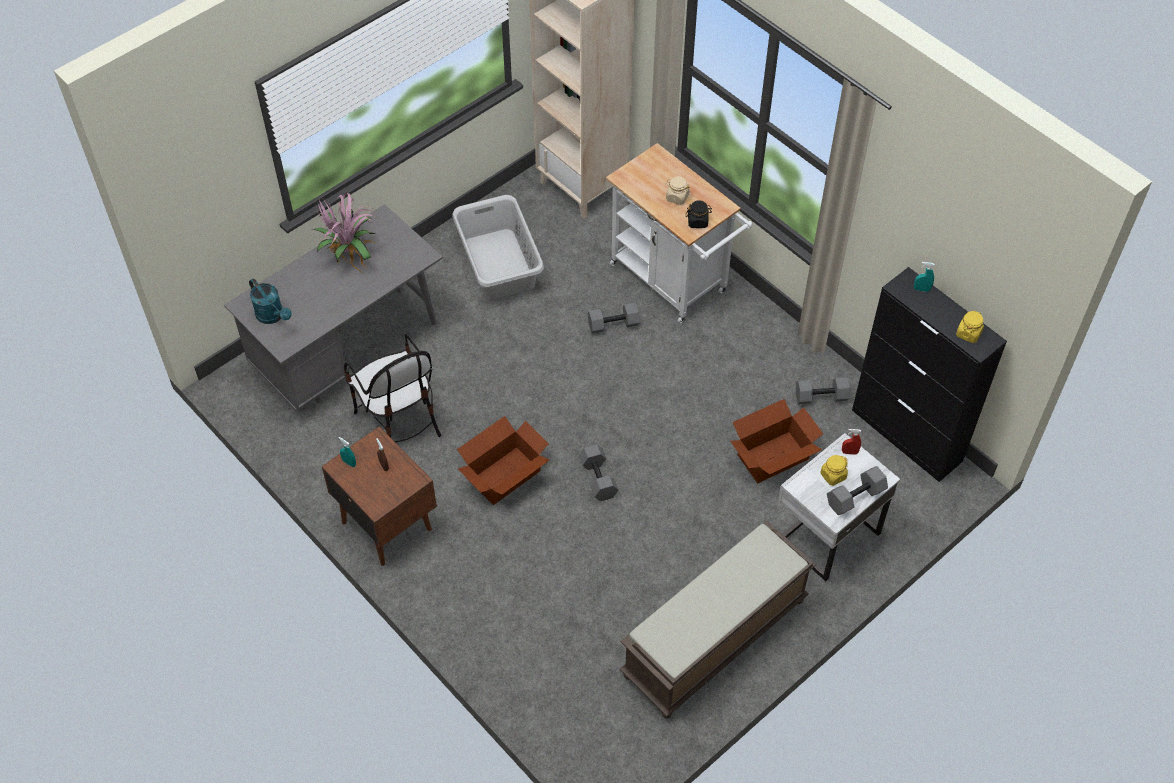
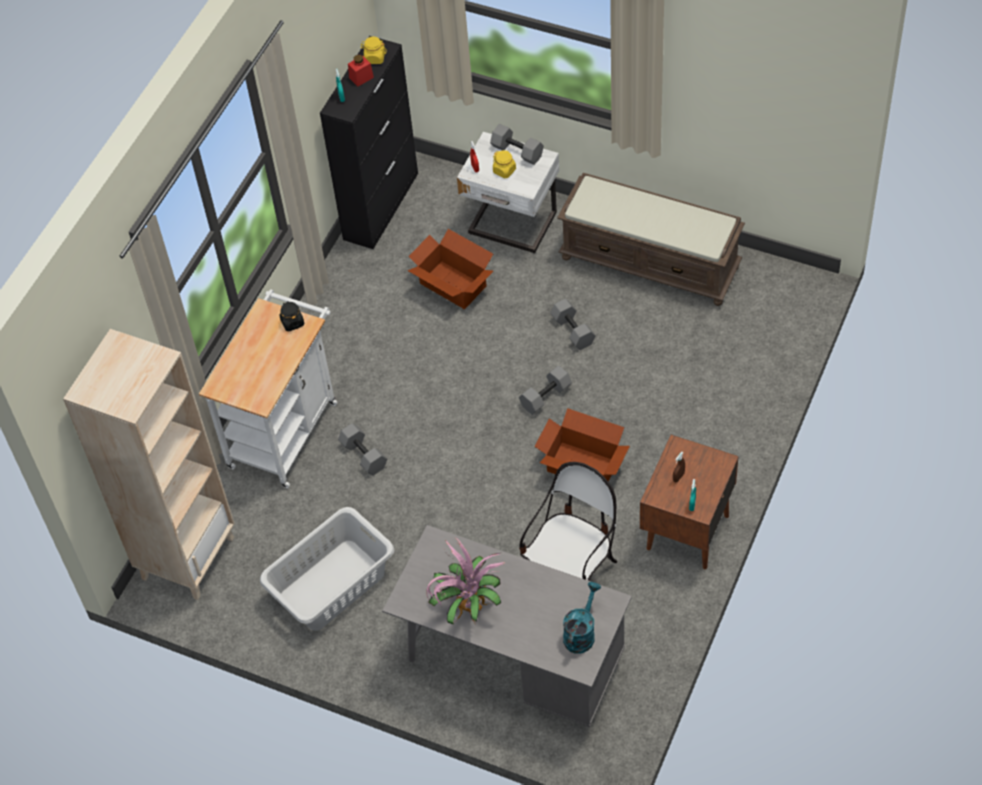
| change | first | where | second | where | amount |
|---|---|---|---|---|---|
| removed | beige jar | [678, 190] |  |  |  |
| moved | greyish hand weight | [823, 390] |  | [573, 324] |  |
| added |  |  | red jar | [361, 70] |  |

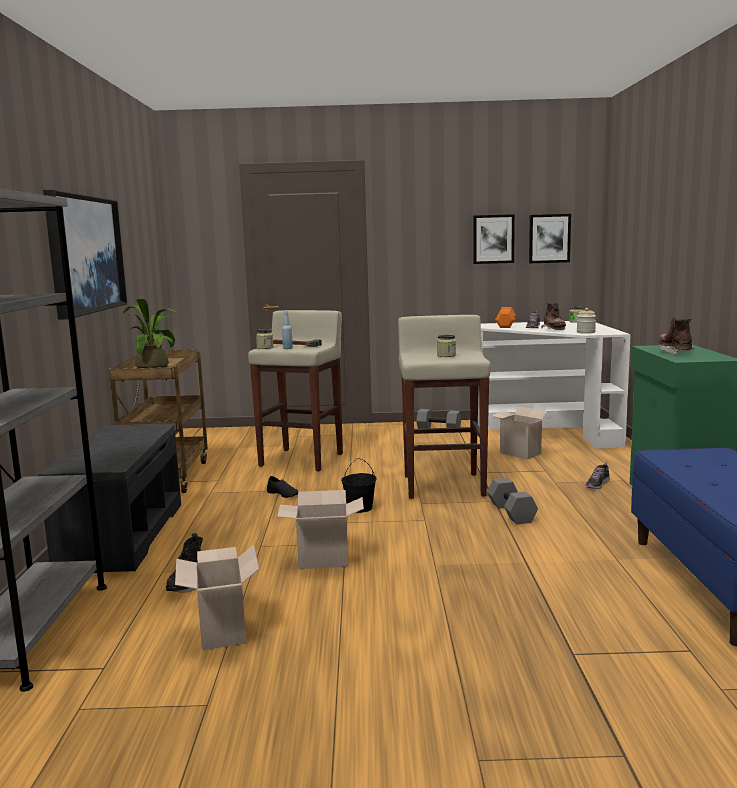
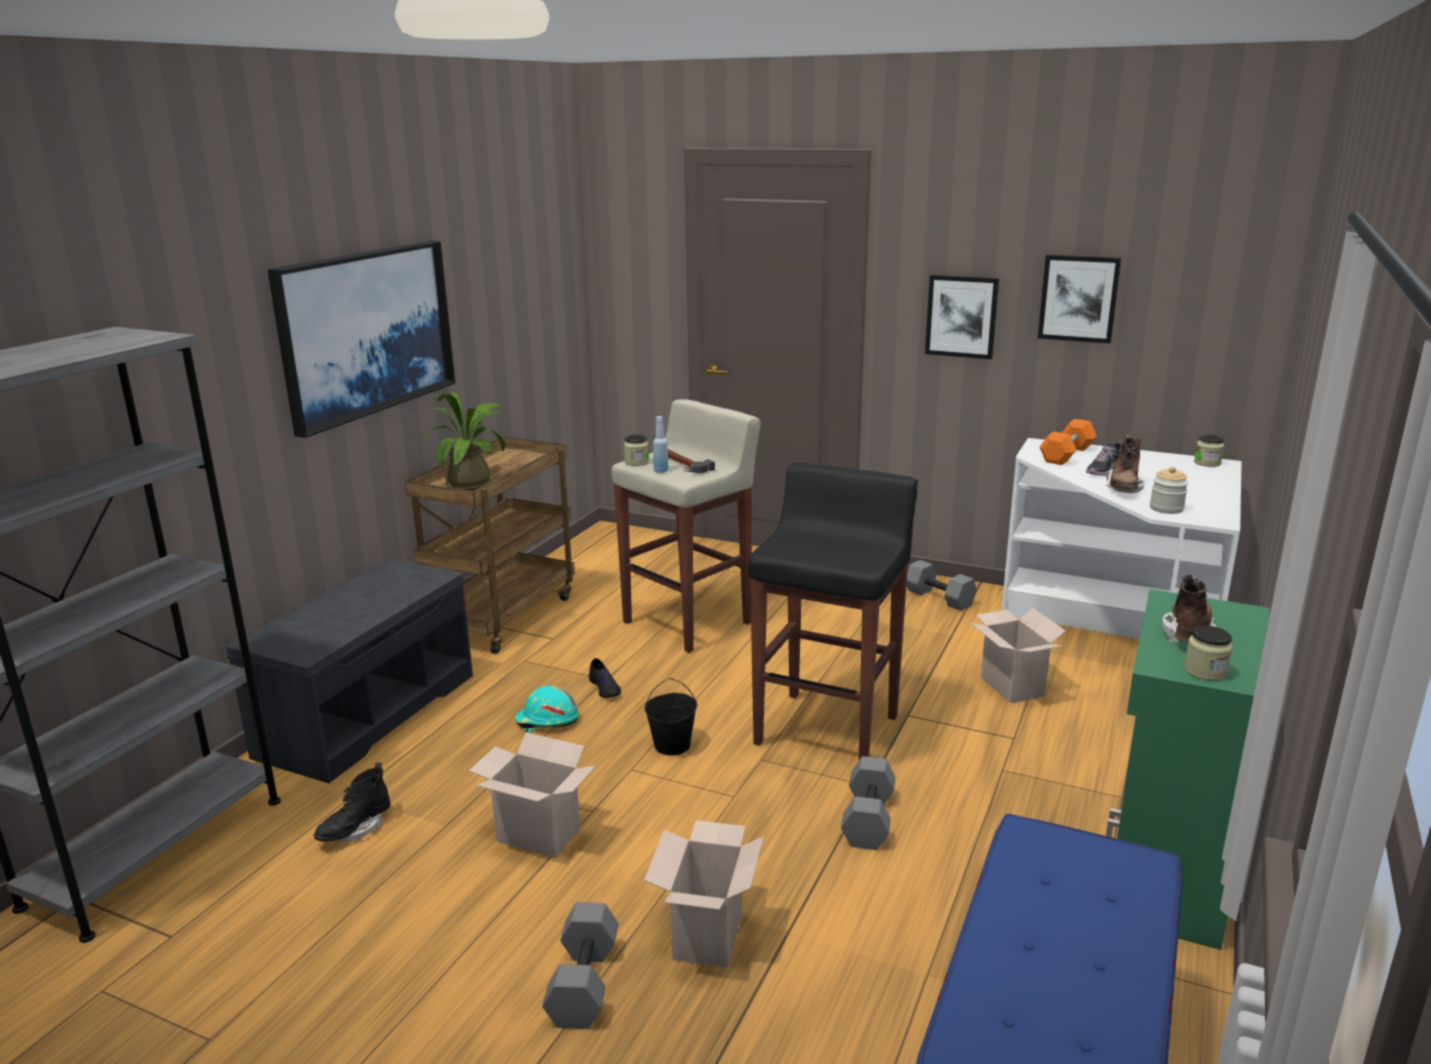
| change | first | where | second | where | amount |
|---|---|---|---|---|---|
| moved | packing box | [217, 597] |  | [704, 894] |  |
| recoloured | beige stool | [444, 407] | black stool | [833, 611] |  |
| moved | jar | [446, 346] |  | [1208, 653] |  |
| moved | wall art | [550, 238] |  | [962, 317] |  |
| removed | low shoe | [597, 475] |  |  |  |
| added |  |  | turquoise safety helmet | [547, 709] |  |
| added |  |  | greyish hand weight | [580, 965] |  |

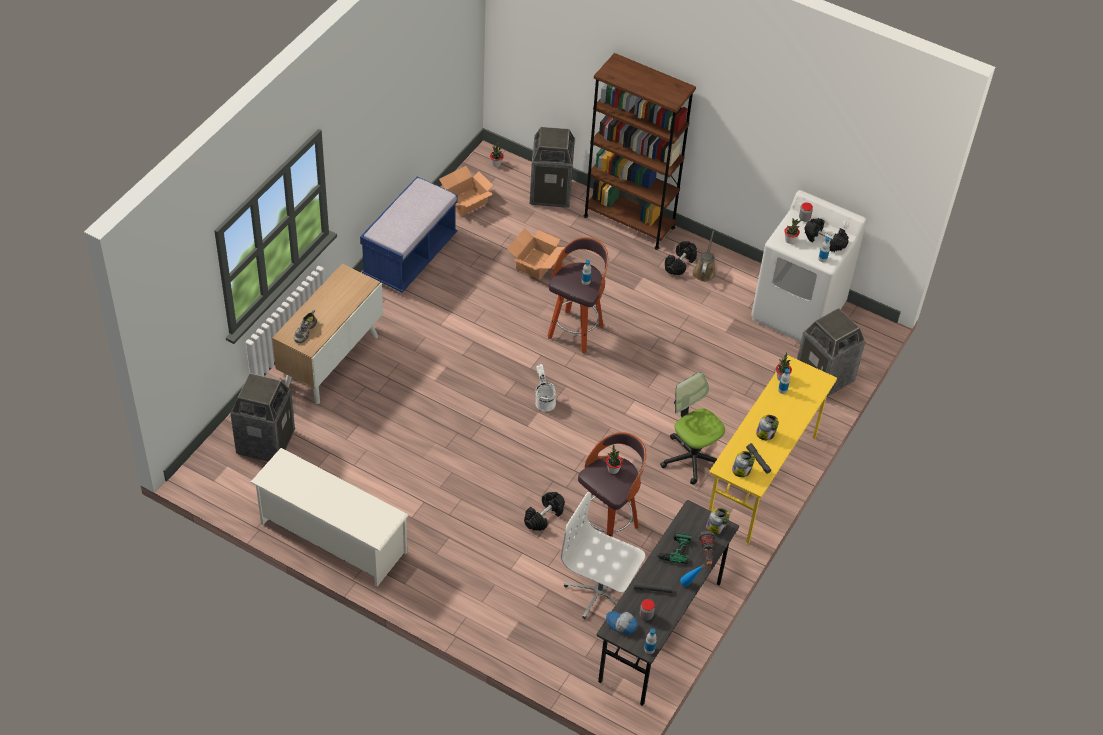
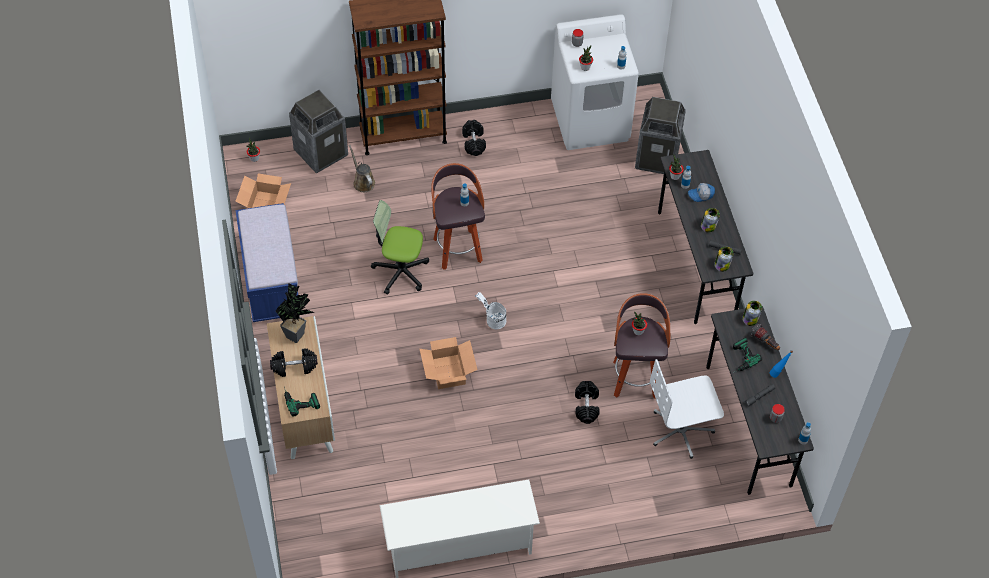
| change | first | where | second | where | amount |
|---|---|---|---|---|---|
| removed | waste bin | [262, 417] |  |  |  |
| replaced | low shoe | [305, 326] | drill | [302, 402] |  |
| moved | packing box | [535, 254] |  | [449, 363] |  |
| moved | peaked cap | [622, 623] |  | [701, 192] |  |
| moved | desk chair | [692, 428] |  | [400, 247] |  |
| moved | brown-coloured watering can | [704, 256] |  | [362, 168] |  |
| recoloured | yellowish desk table | [773, 449] | greyish desk table | [705, 237] |  |
| moved | black hand weight | [826, 235] |  | [294, 362] |  |
| added |  |  | houseplant | [295, 313] |  |

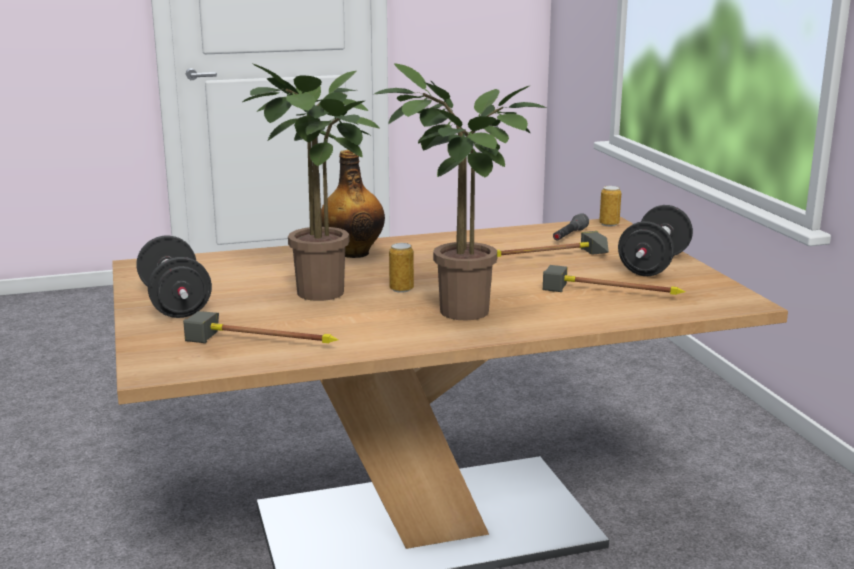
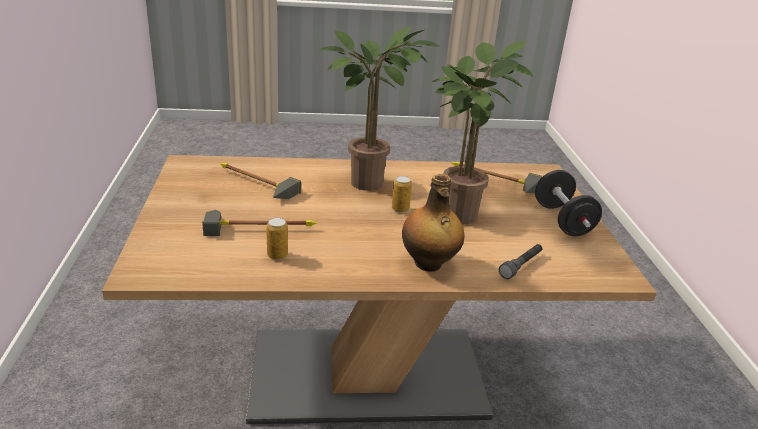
| change | first | where | second | where | amount |
|---|---|---|---|---|---|
| moved | greyish torch | [571, 226] |  | [520, 261] |  |
| moved | can | [610, 206] |  | [277, 239] |  |
| removed | black hand weight | [655, 240] |  |  |  |

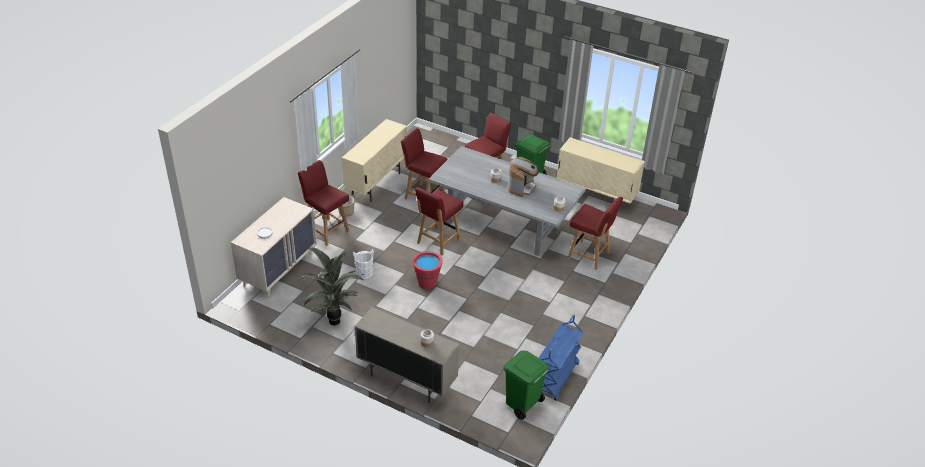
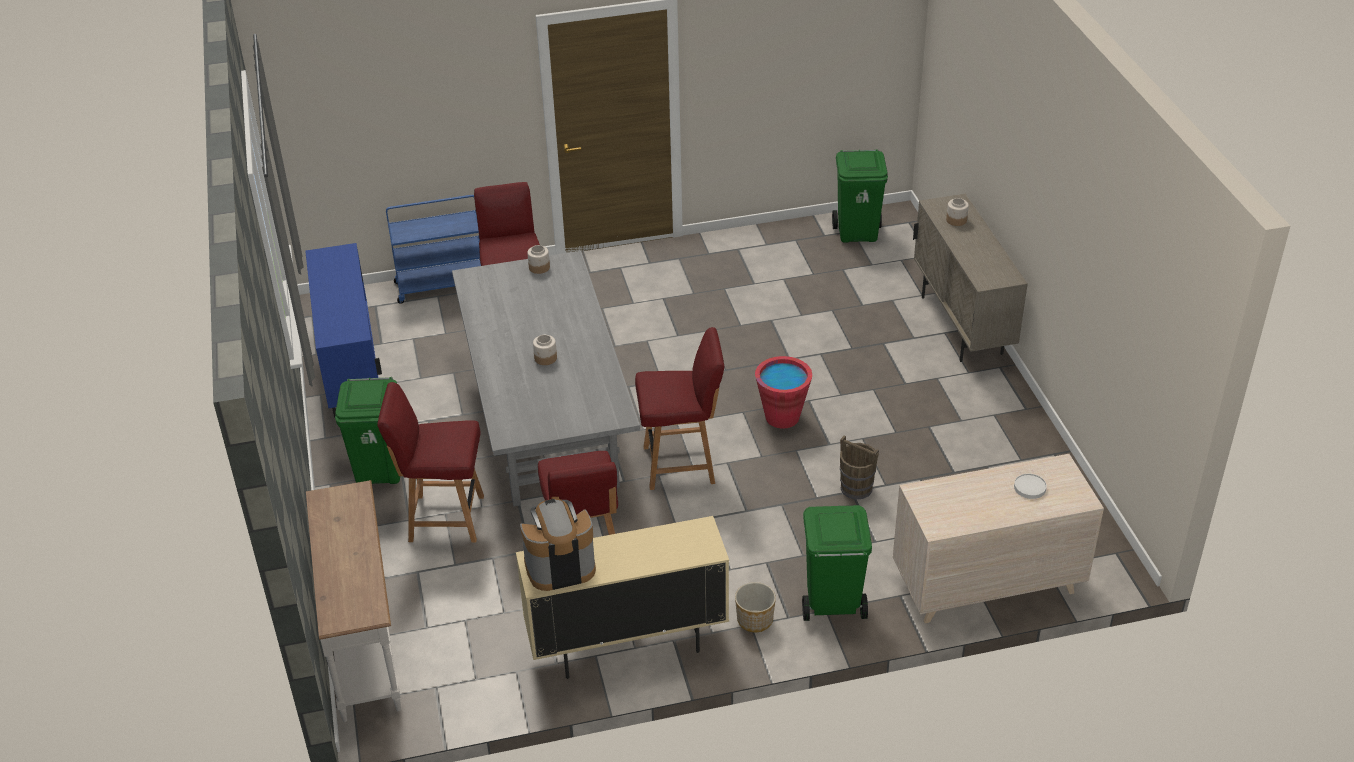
| change | first | where | second | where | amount |
|---|---|---|---|---|---|
| replaced | red upright chair | [324, 203] | greenish waste bin | [837, 563] |  |
| removed | houseplant | [331, 286] |  |  |  |
| recoloured | white pail | [363, 264] | brown-coloured pail | [859, 467] |  |
| moved | coffee machine | [524, 177] |  | [558, 545] |  |
| moved | bluish trolley | [561, 358] |  | [433, 249] |  |
| recoloured | beige cabinet | [601, 170] | bluish cabinet | [343, 330] |  |
| added |  |  | white console table | [353, 601] |  |

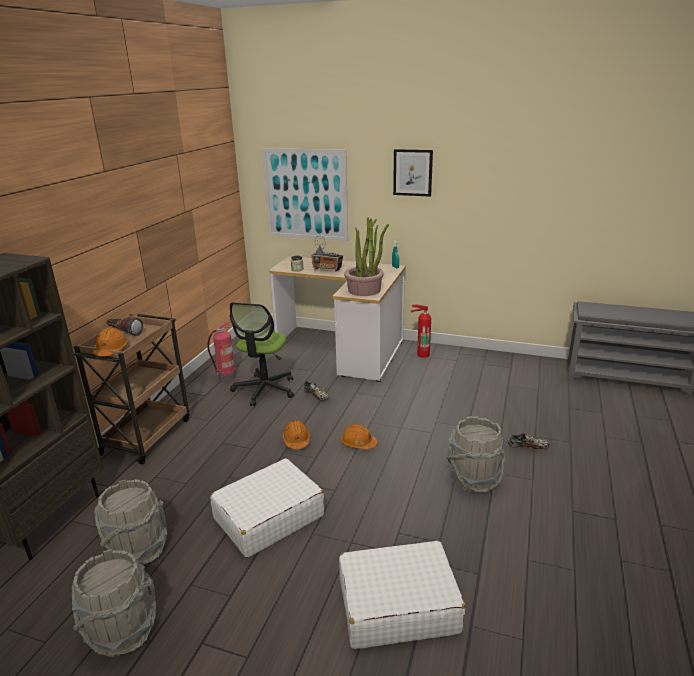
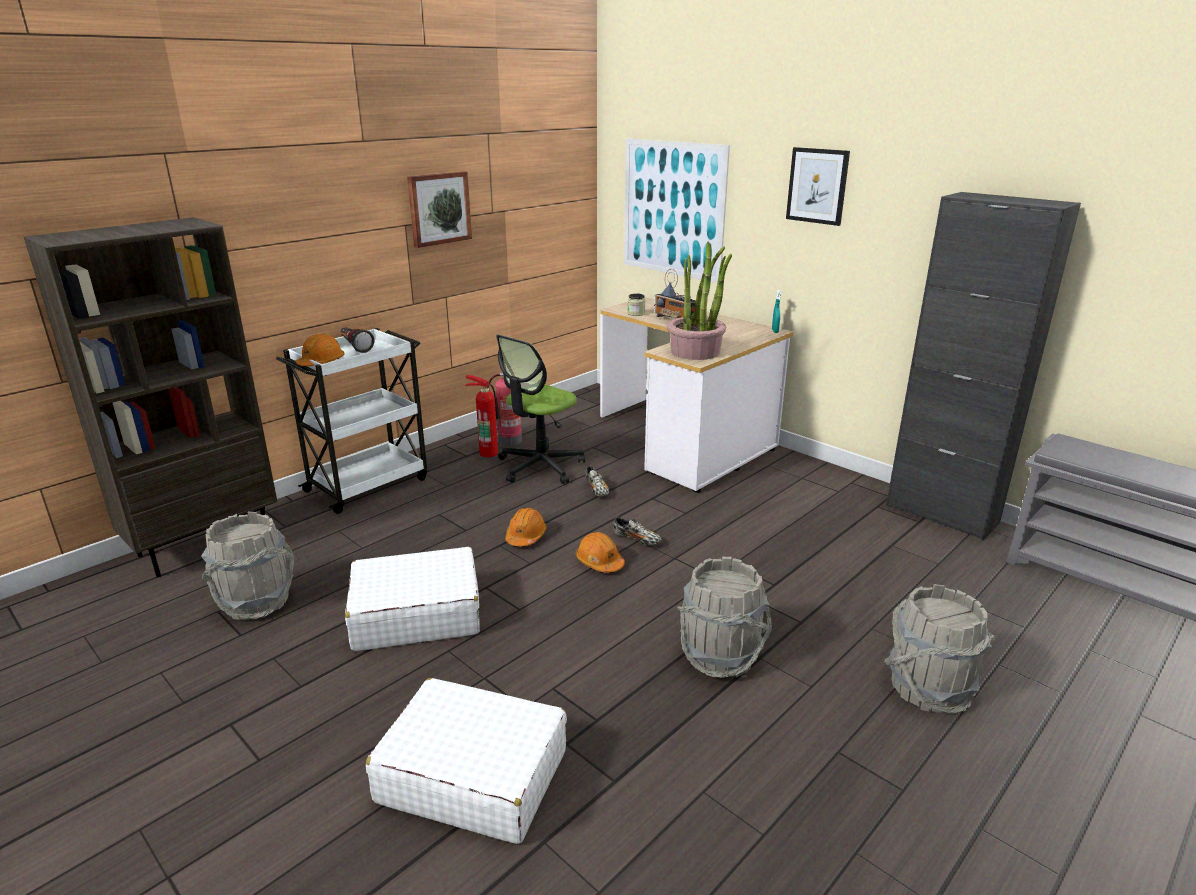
| change | first | where | second | where | amount |
|---|---|---|---|---|---|
| moved | greyish pail | [114, 603] |  | [939, 648] |  |
| recoloured | brown-coloured trolley | [132, 389] | white trolley | [351, 421] |  |
| moved | fire extinguisher | [421, 331] |  | [482, 416] |  |
| moved | low shoe | [529, 441] |  | [637, 530] |  |
| added |  |  | wall art | [439, 209] |  |
| added |  |  | black cabinet | [983, 366] |  |

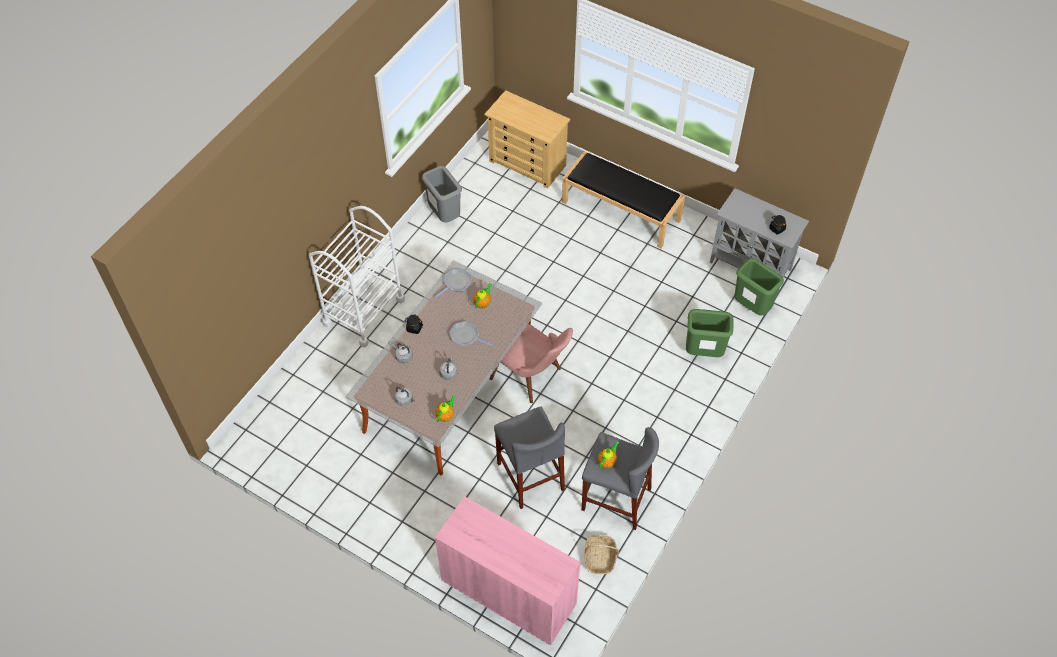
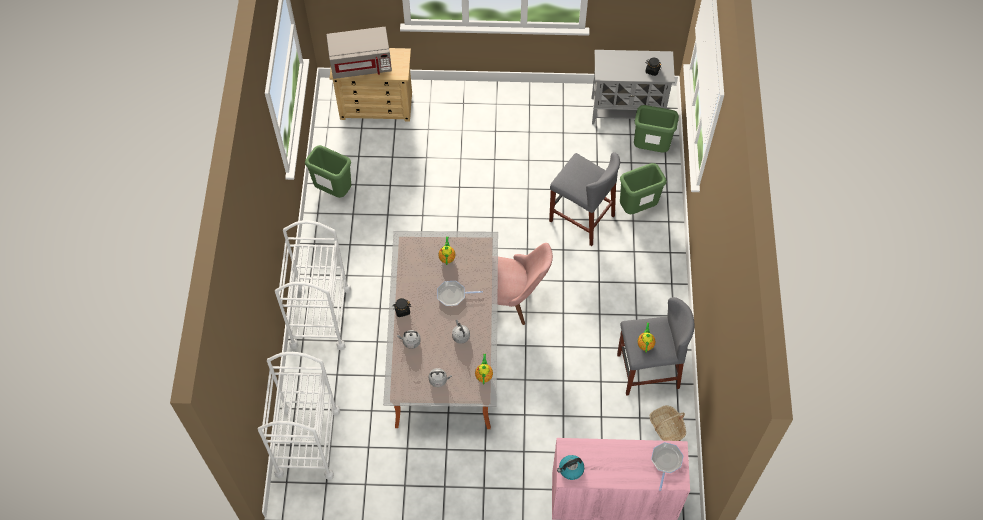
| change | first | where | second | where | amount |
|---|---|---|---|---|---|
| recoloured | greyish waste bin | [442, 194] | greenish waste bin | [328, 171] |  |
| moved | frying pan | [453, 283] |  | [667, 466] |  |
| moved | greyish stool | [529, 458] |  | [584, 199] |  |
| removed | black indoor bench | [623, 199] |  |  |  |
| added |  |  | white trolley | [299, 416] |  |
| added |  |  | greyish microwave oven | [359, 53] |  |
| added |  |  | tea kettle | [570, 467] |  |

